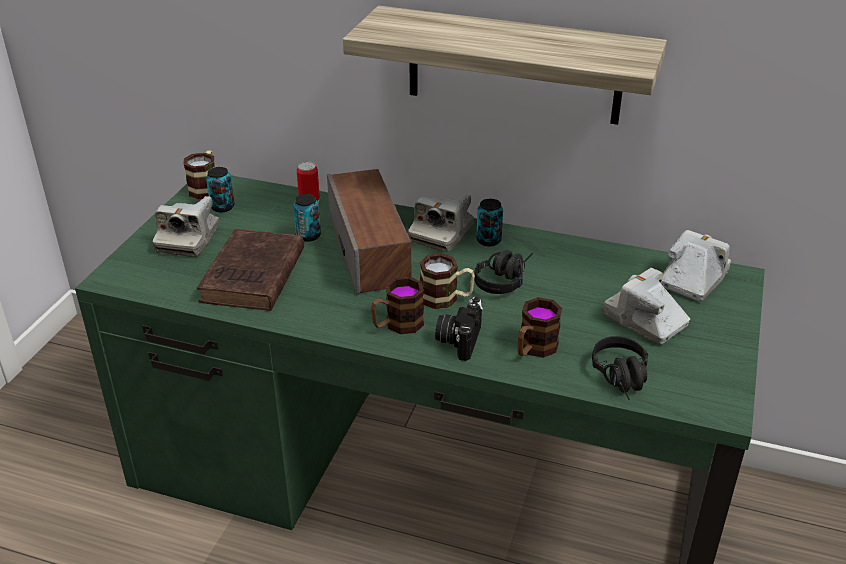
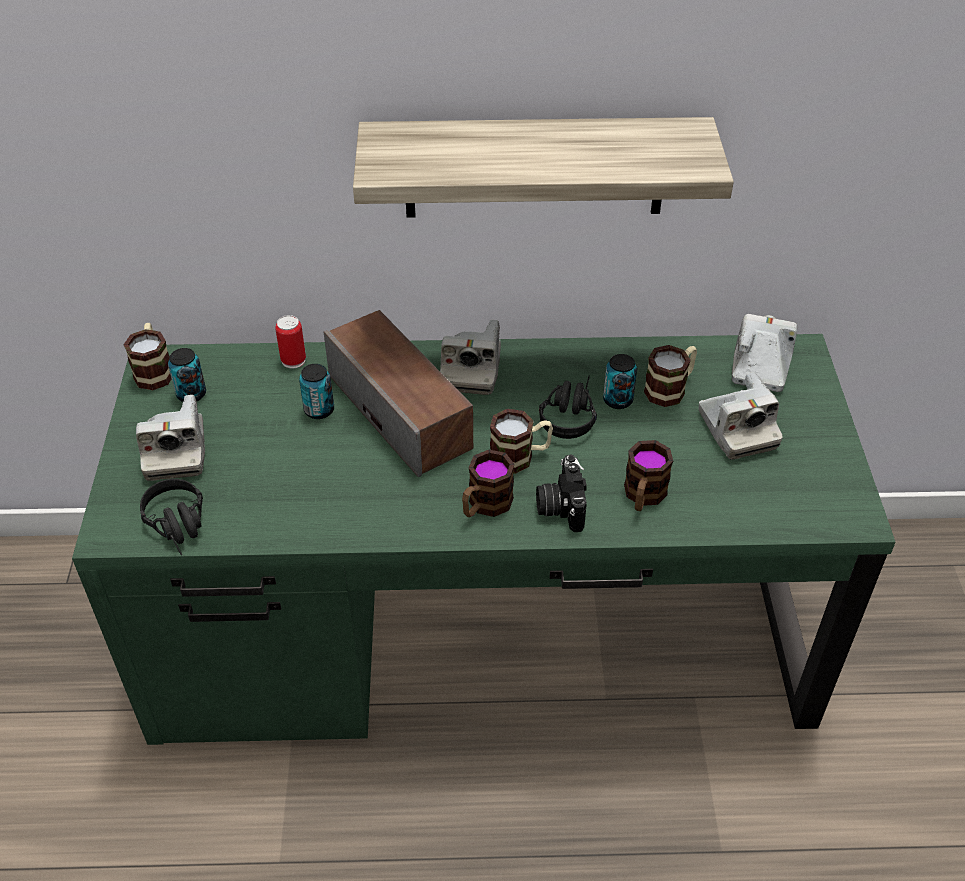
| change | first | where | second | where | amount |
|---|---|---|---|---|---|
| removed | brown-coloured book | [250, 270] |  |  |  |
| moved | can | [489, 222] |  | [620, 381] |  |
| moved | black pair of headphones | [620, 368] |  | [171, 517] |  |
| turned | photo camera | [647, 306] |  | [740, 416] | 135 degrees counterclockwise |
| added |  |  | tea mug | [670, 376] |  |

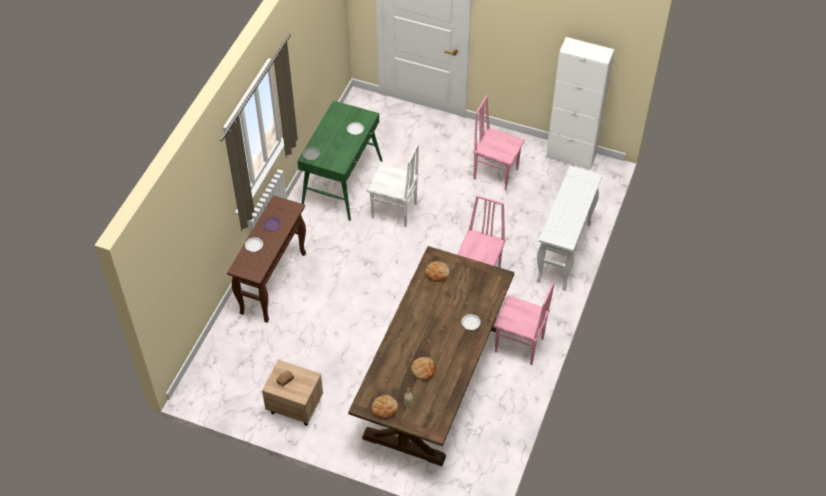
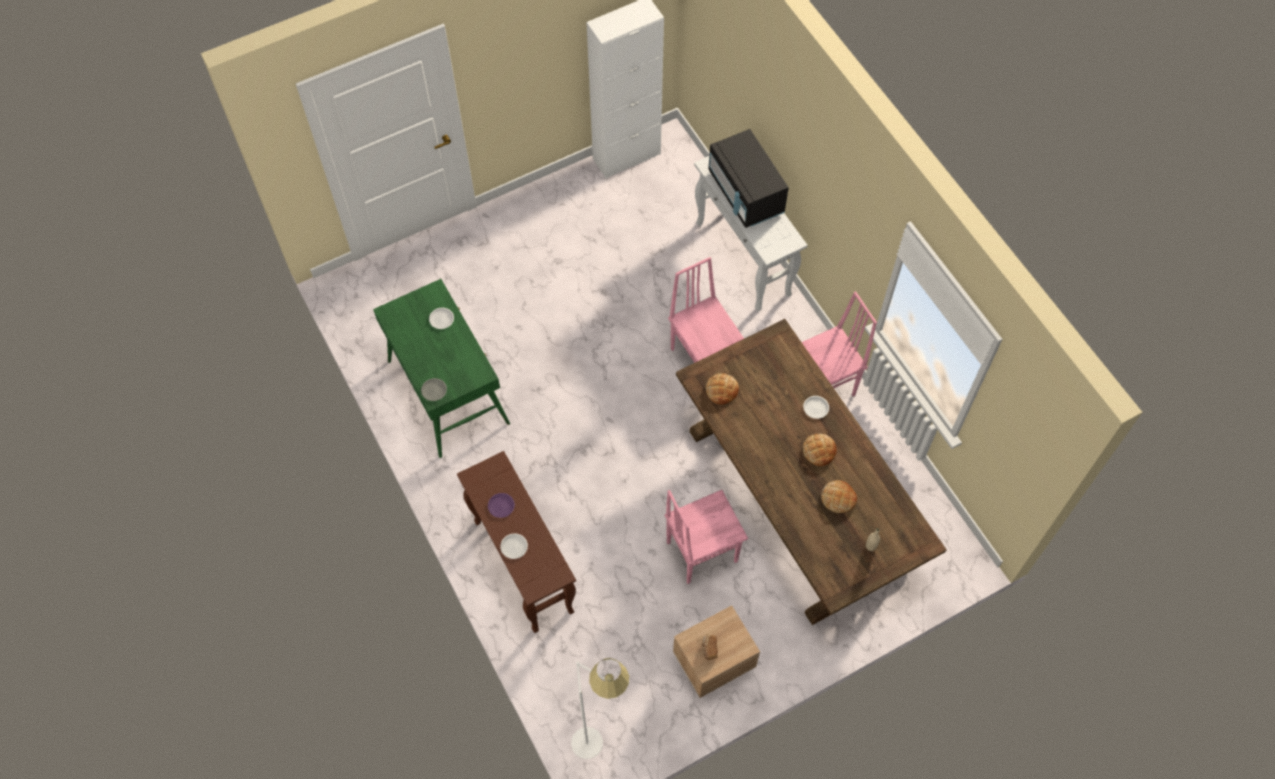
| change | first | where | second | where | amount |
|---|---|---|---|---|---|
| removed | white upright chair | [393, 185] |  |  |  |
| moved | baked bread | [385, 407] |  | [820, 450] |  |
| moved | pink upright chair | [499, 143] |  | [706, 537] |  |
| added |  |  | white standing lamp | [600, 708] |  |
| added |  |  | black microwave oven | [748, 178] |  |

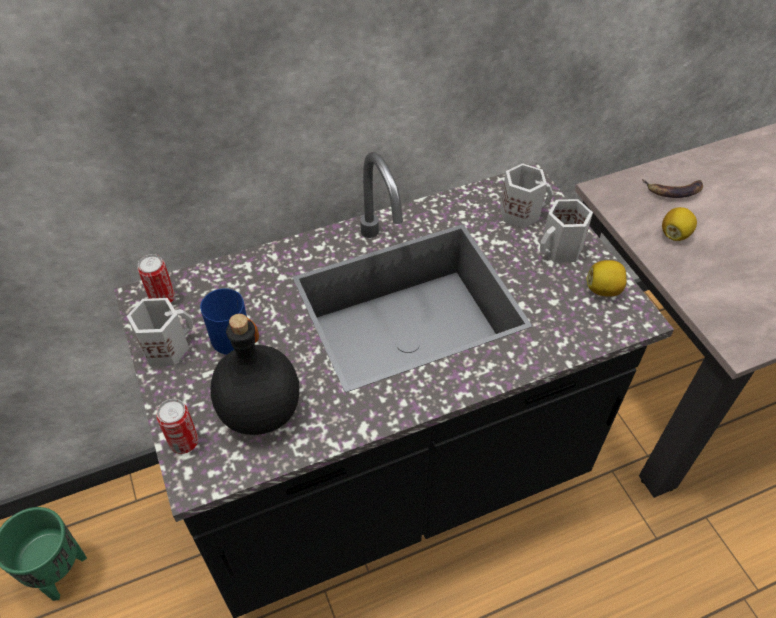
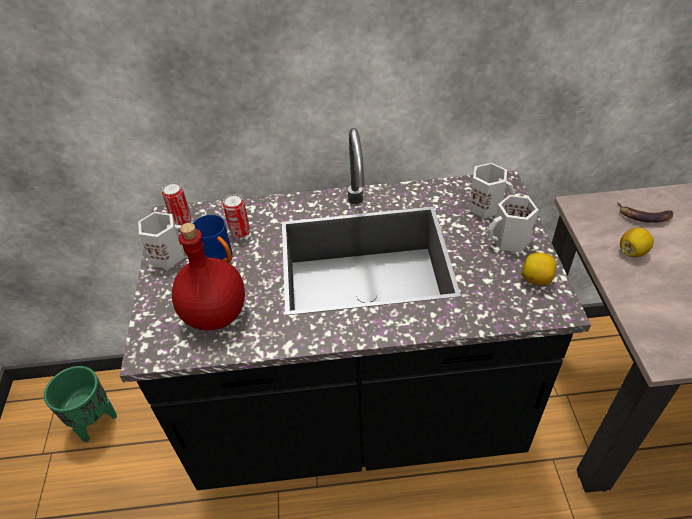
| change | first | where | second | where | amount |
|---|---|---|---|---|---|
| moved | can | [177, 426] |  | [236, 216] |  |
| recoloured | black beverage bottle | [254, 374] | red beverage bottle | [208, 276] |  |

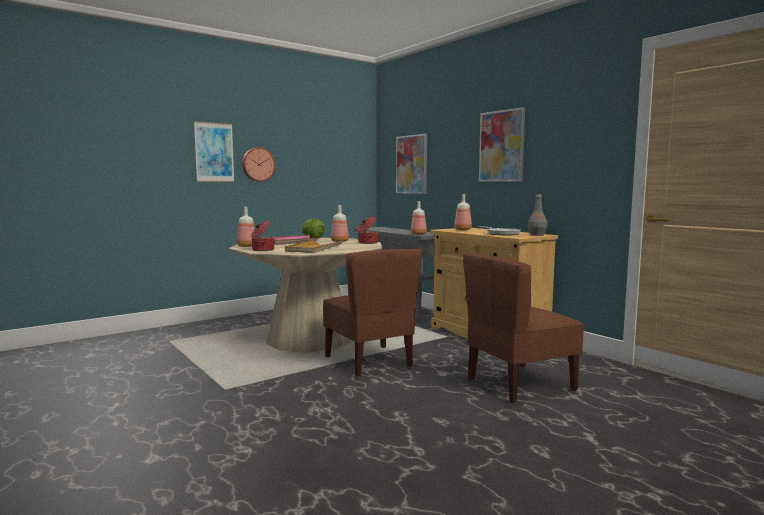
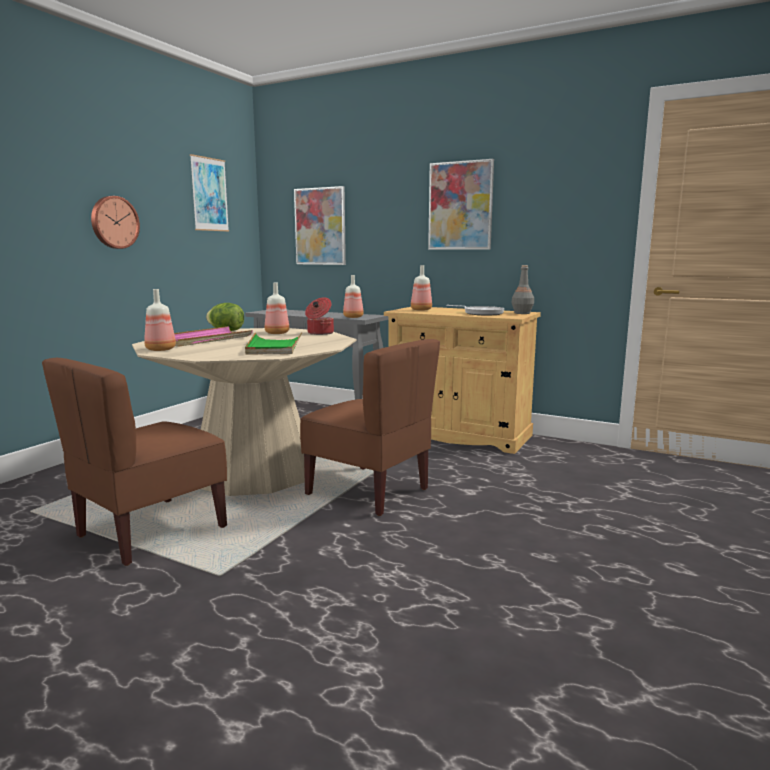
| change | first | where | second | where | amount |
|---|---|---|---|---|---|
| moved | wall art | [214, 151] |  | [209, 193] |  |
| removed | stockpot | [263, 236] |  |  |  |
| recoloured | beige tray | [314, 246] | greenish tray | [273, 344] |  |
| moved | brown-coloured upright chair | [523, 328] |  | [134, 462] |  |

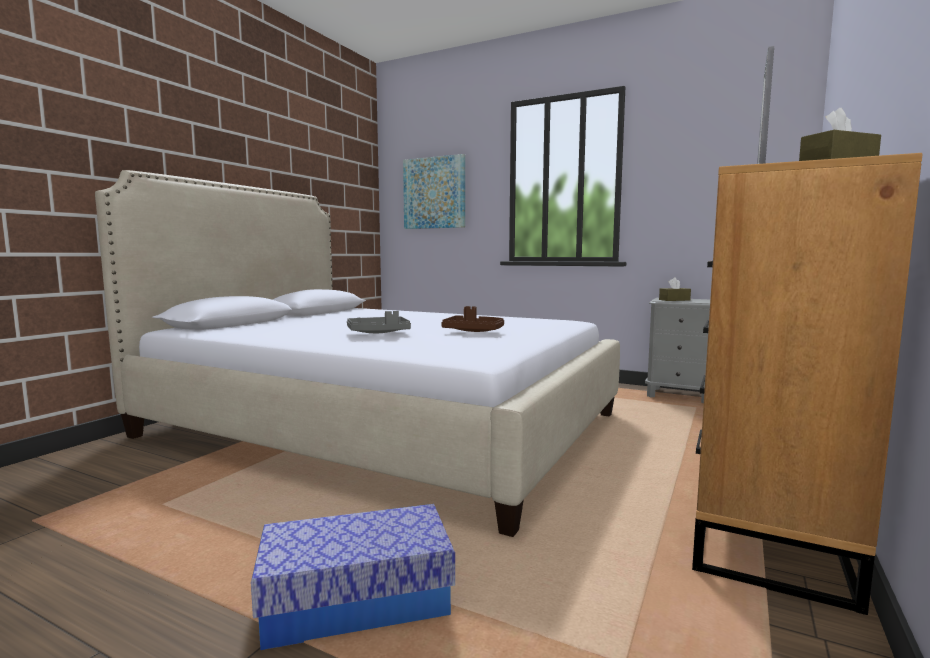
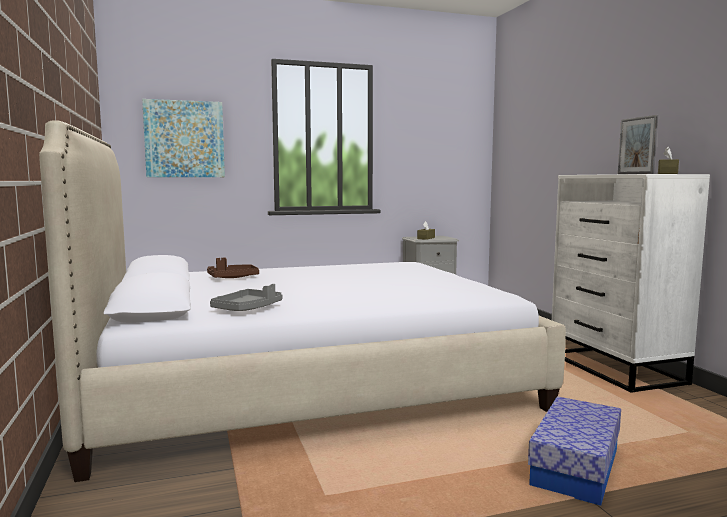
| change | first | where | second | where | amount |
|---|---|---|---|---|---|
| moved | greyish tray | [379, 322] |  | [246, 297] |  |
| moved | brown-coloured tray | [472, 319] |  | [233, 268] |  |
| recoloured | brown-coloured dresser | [807, 384] | white dresser | [631, 283] |  |

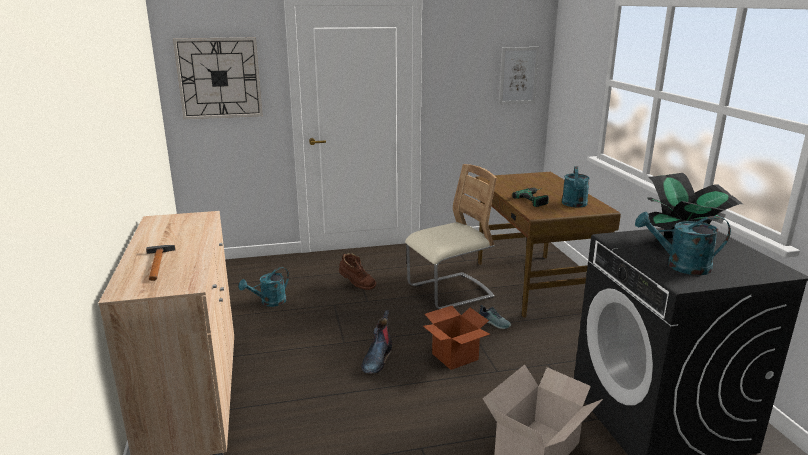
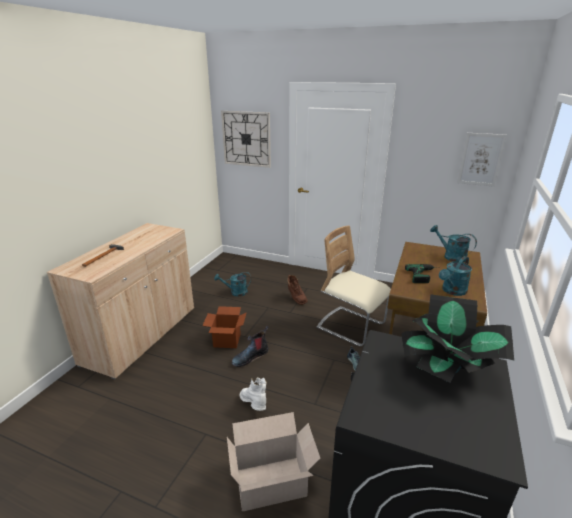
| change | first | where | second | where | amount |
|---|---|---|---|---|---|
| turned | beige upright chair | [451, 236] |  | [354, 286] | 150 degrees counterclockwise |
| moved | packing box | [456, 338] |  | [224, 327] |  |
| moved | turquoise watering can | [683, 243] |  | [453, 243] |  |
| added |  |  | white tall boot | [253, 394] |  |

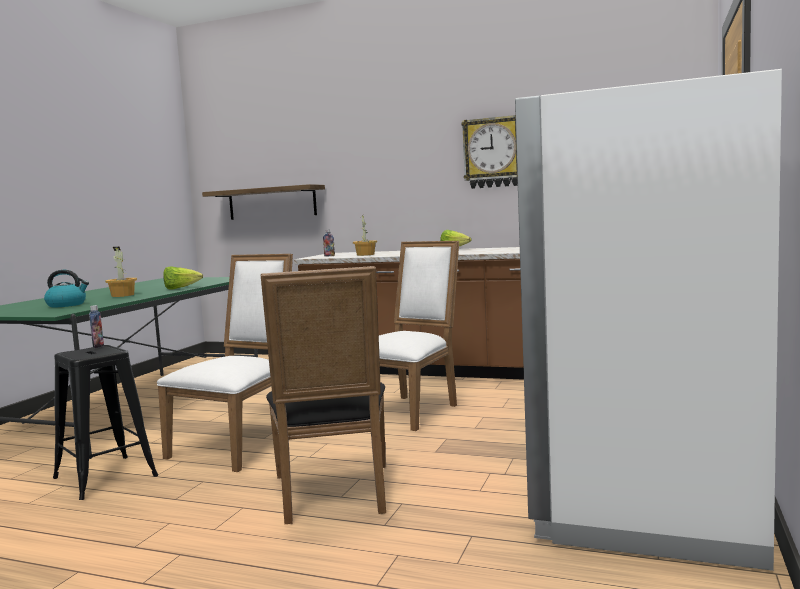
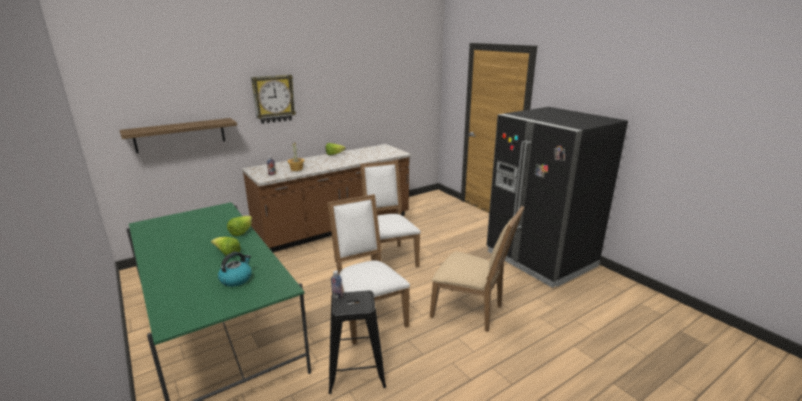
| change | first | where | second | where | amount |
|---|---|---|---|---|---|
| replaced | houseplant | [121, 272] | head of lettuce | [226, 247] |  |
| recoloured | black upright chair | [323, 395] | beige upright chair | [477, 269] |  |
| moved | hanging clock | [490, 152] |  | [273, 99] |  |
| recoloured | white kitchen fridge | [648, 320] | black kitchen fridge | [557, 197] |  |

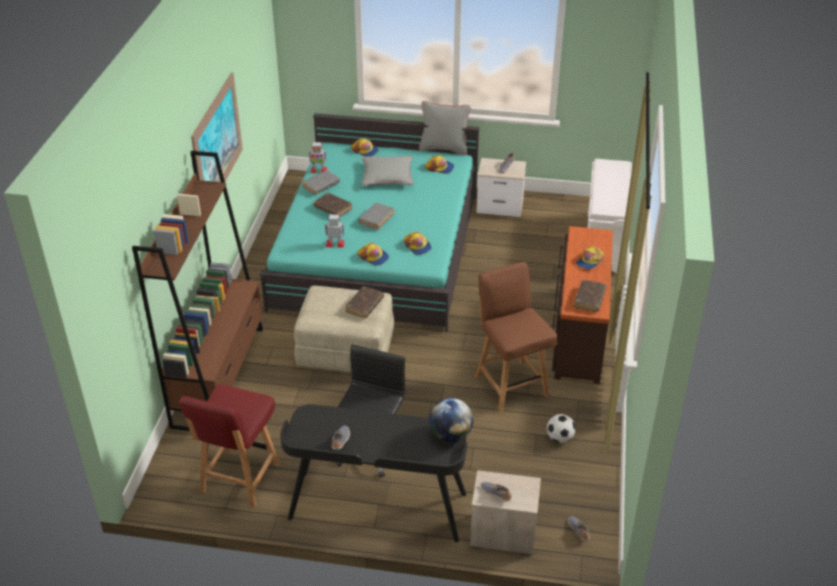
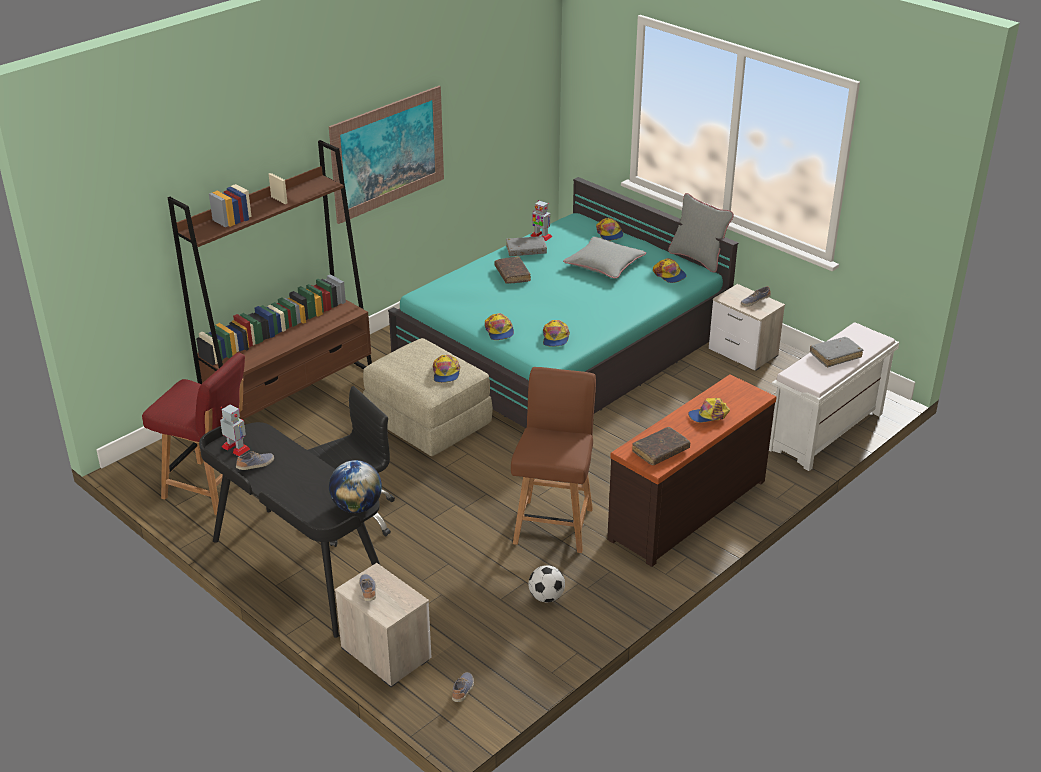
| change | first | where | second | where | amount |
|---|---|---|---|---|---|
| turned | red upright chair | [229, 446] |  | [193, 434] | 120 degrees counterclockwise |
| moved | model robot | [335, 231] |  | [235, 430] |  |
| replaced | brown-coloured book | [364, 302] | peaked cap | [446, 369] |  |
| moved | greyish book | [376, 216] |  | [836, 352] |  |

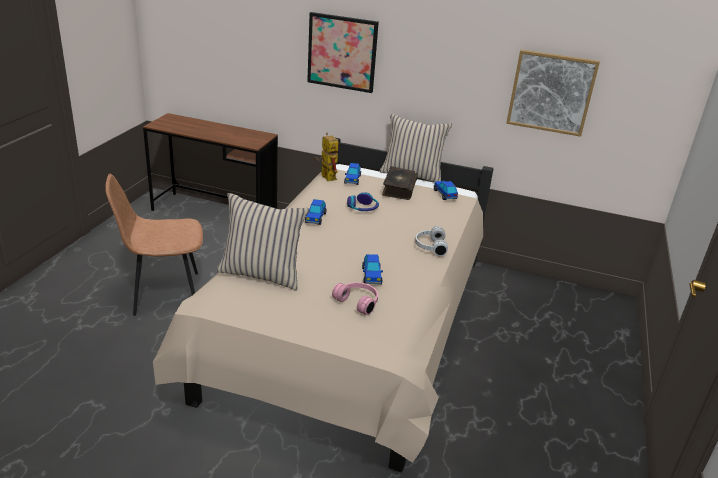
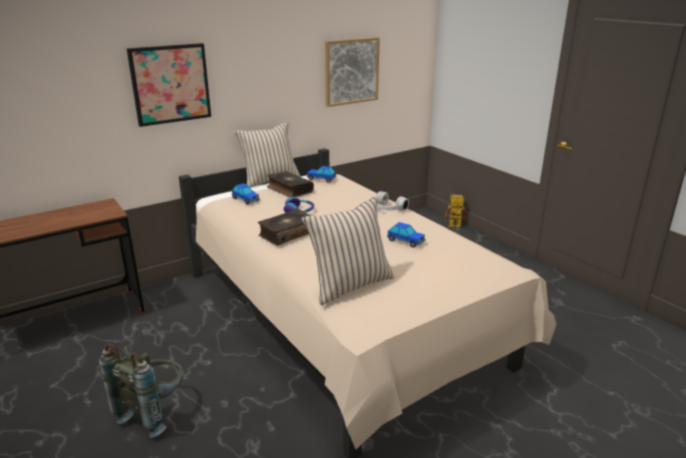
| change | first | where | second | where | amount |
|---|---|---|---|---|---|
| replaced | brown-coloured upright chair | [154, 245] | greyish knapsack | [141, 391] |  |
| replaced | model car | [315, 212] | book | [284, 227] |  |
| moved | model robot | [325, 157] |  | [454, 211] |  |
| removed | pink pair of headphones | [355, 298] |  |  |  |

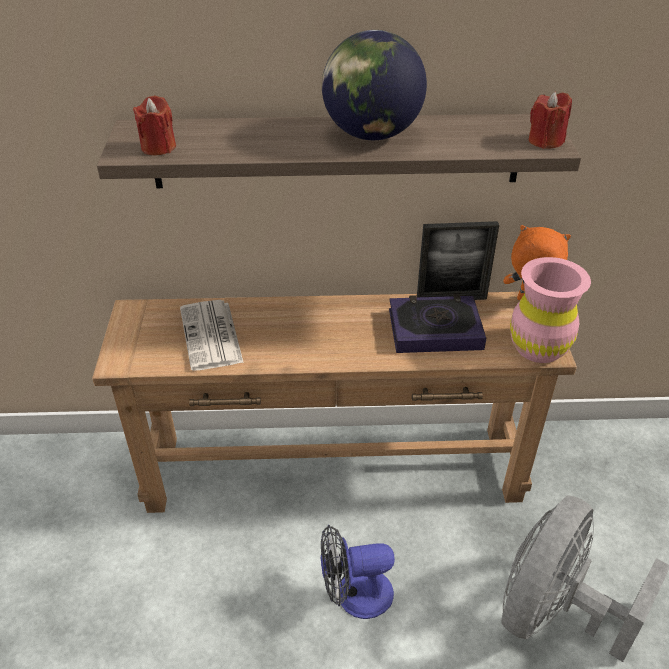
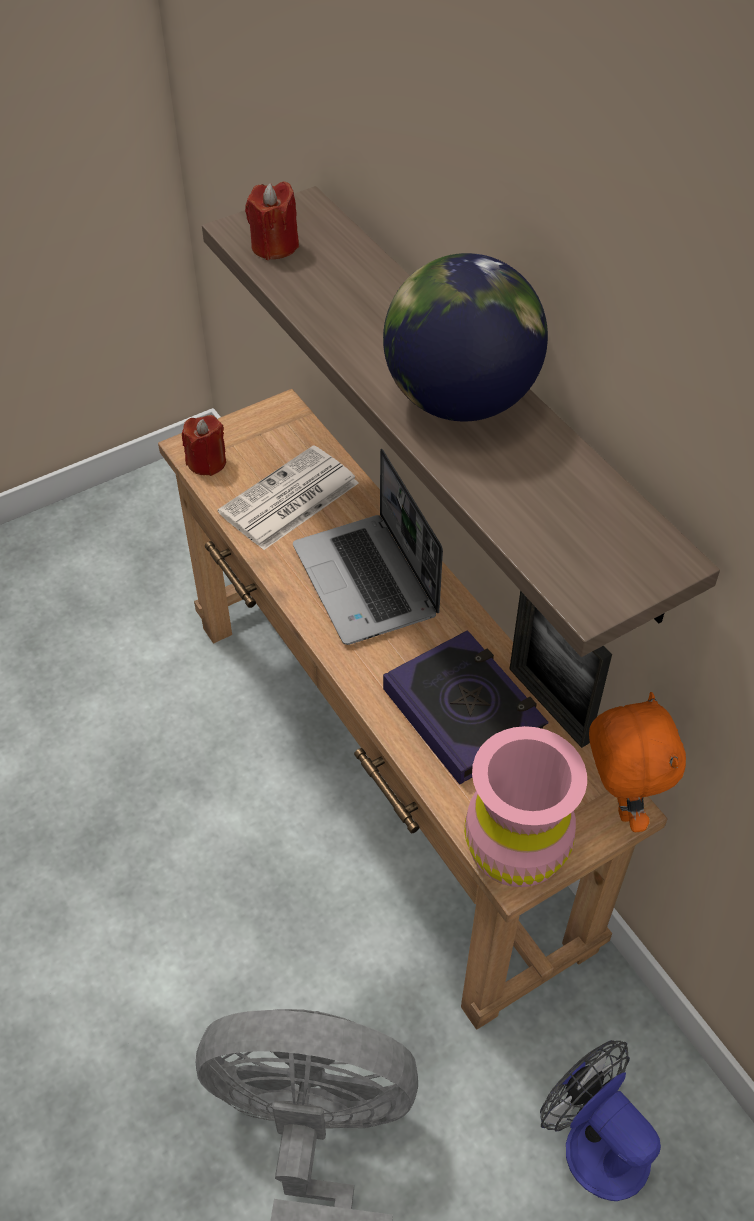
| change | first | where | second | where | amount |
|---|---|---|---|---|---|
| moved | cooling fan | [358, 572] |  | [600, 1120] |  |
| moved | red wax candle | [550, 120] |  | [204, 445] |  |
| added |  |  | portable computer | [368, 547] |  |

